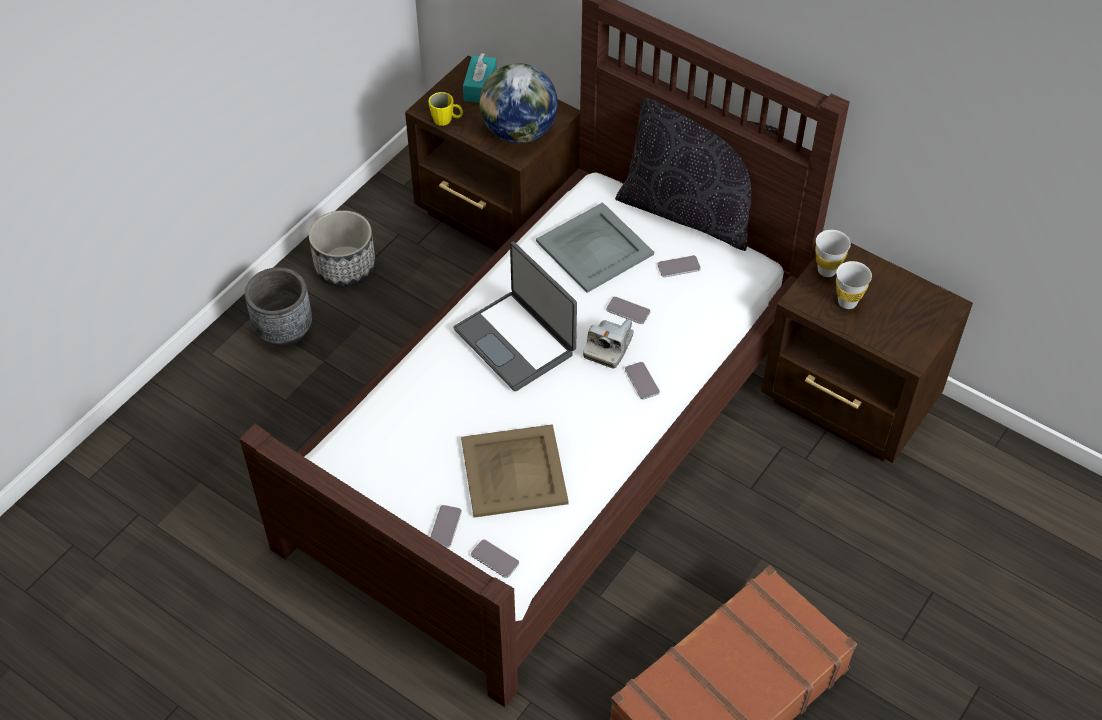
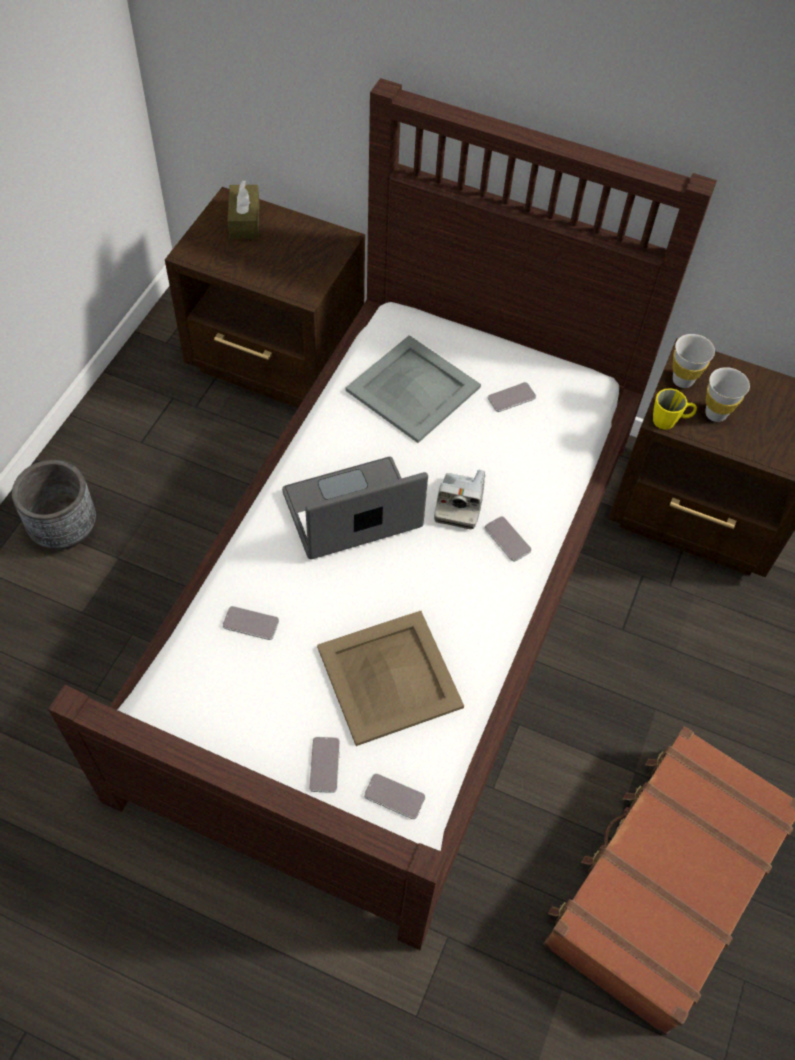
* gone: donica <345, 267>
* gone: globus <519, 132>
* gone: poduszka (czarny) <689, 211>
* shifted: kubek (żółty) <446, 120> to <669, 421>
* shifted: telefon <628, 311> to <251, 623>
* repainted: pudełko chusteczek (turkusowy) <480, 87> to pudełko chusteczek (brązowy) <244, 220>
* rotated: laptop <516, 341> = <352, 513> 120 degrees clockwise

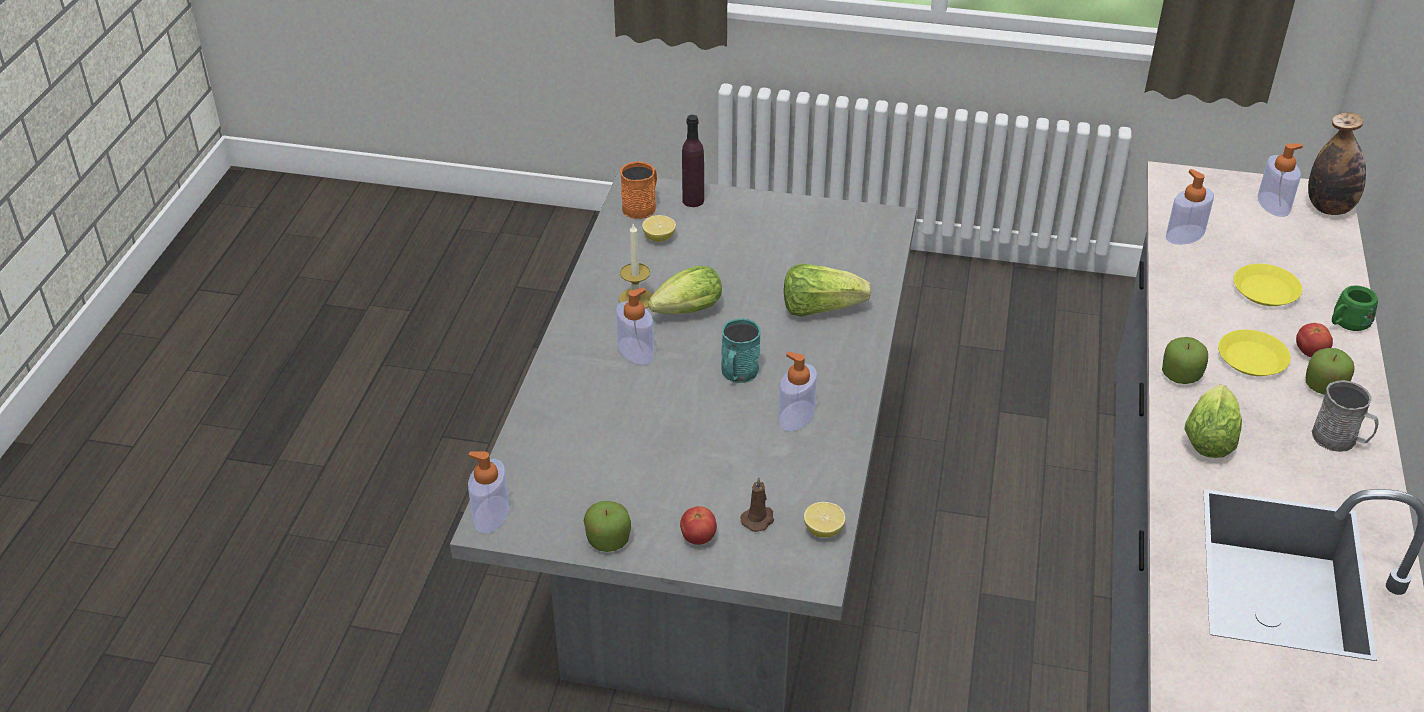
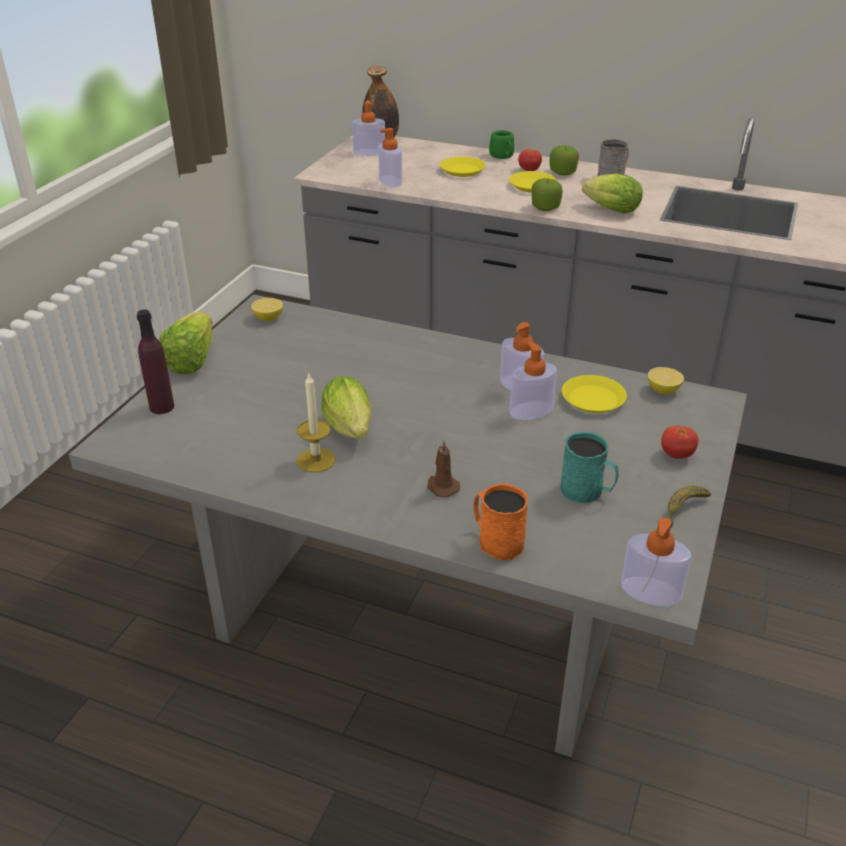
* new: talerz (żółty) <593, 399>
* shifted: dozownik mydła <635, 351> to <531, 411>
* shifted: kubek (pomarańczowy) <642, 206> to <496, 541>
* shifted: cytryna <659, 238> to <268, 318>
* shifted: kubek (turkusowy) <738, 374> to <587, 491>
* shifted: świeca (brązowy) <758, 519> to <442, 487>
* shifted: sałata <820, 308> to <191, 360>
* swapped: jabłko <608, 540> to banan <683, 509>

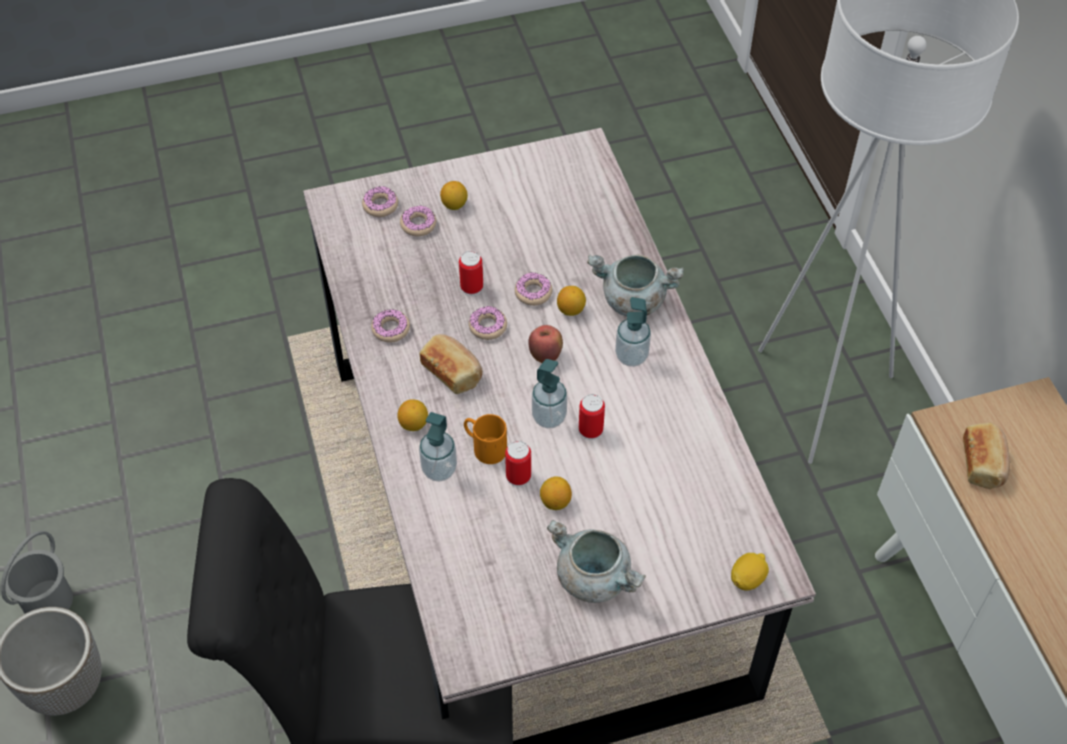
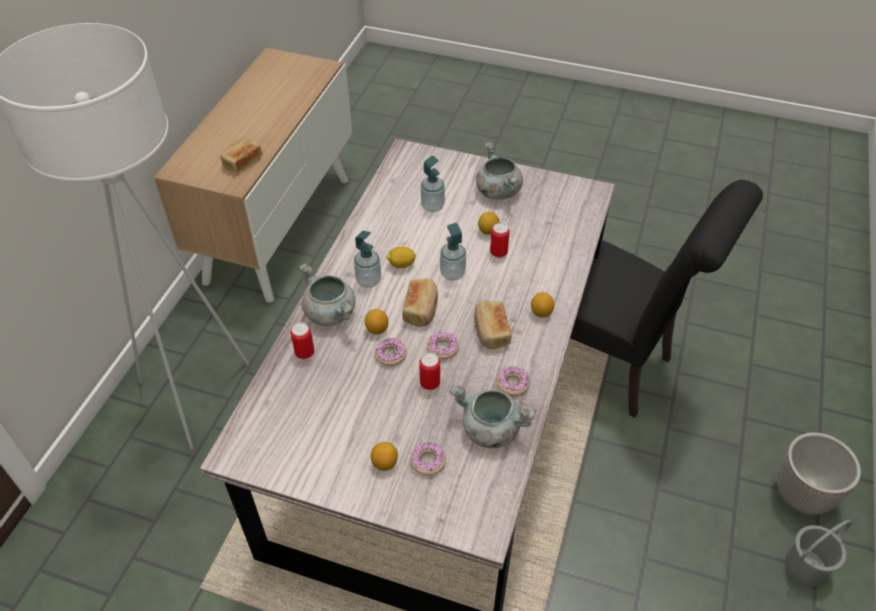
* gone: donut <380, 206>
* gone: kubek (pomarańczowy) <484, 447>
* new: garnek (szary) <489, 429>
* shifted: dozownik mydła <439, 469> to <432, 206>
* shifted: puszka <590, 430> to <304, 353>
* shifted: cytryna <747, 579> to <401, 264>
* swapped: jabłko <545, 355> to chleb <421, 309>

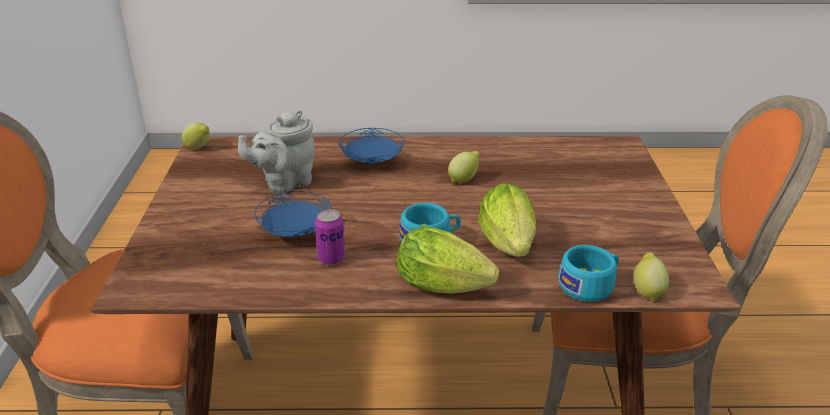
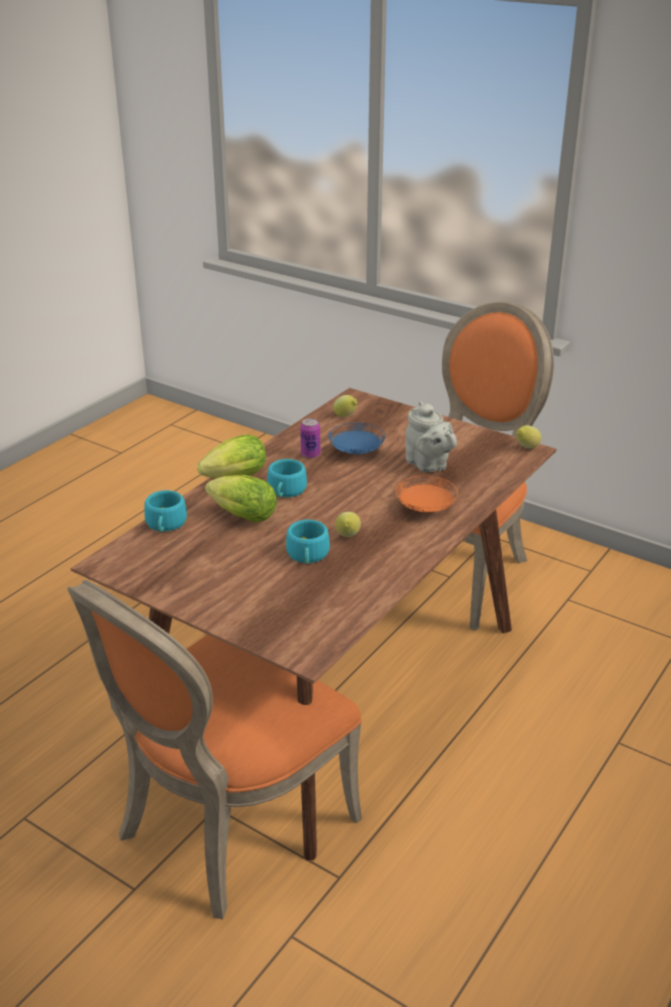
* new: filiżanka (turkusowy) <307, 556>
* shifted: cytryna <647, 291> to <345, 416>
* repainted: talerz (niebieski) <372, 161> to talerz (pomarańczowy) <425, 508>
* rotated: imbryk (szary) <284, 183> = <428, 465> 150 degrees clockwise

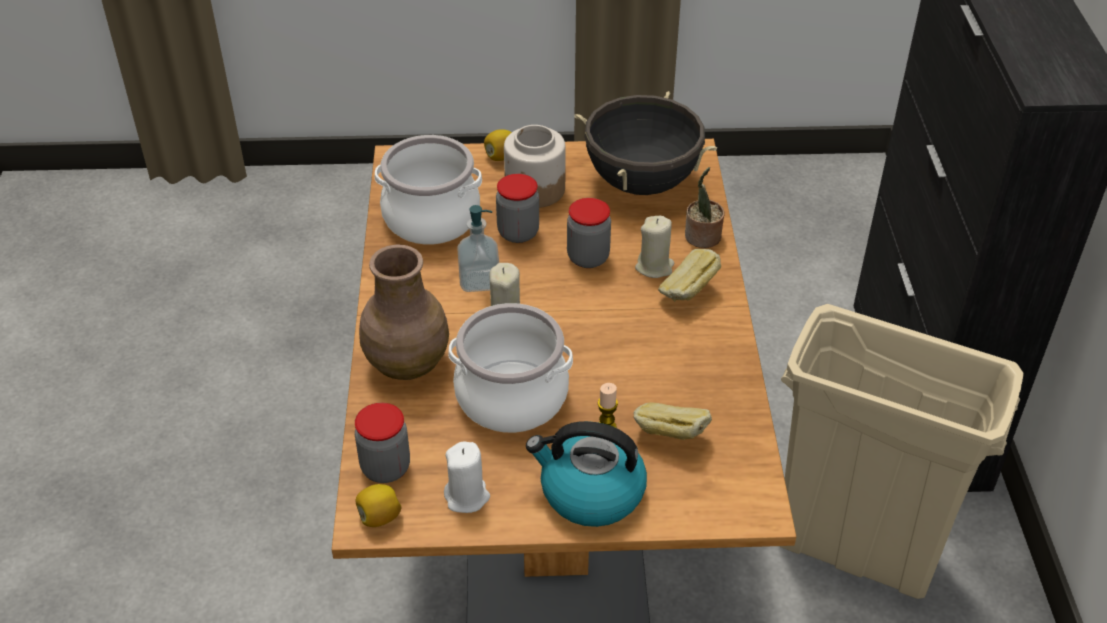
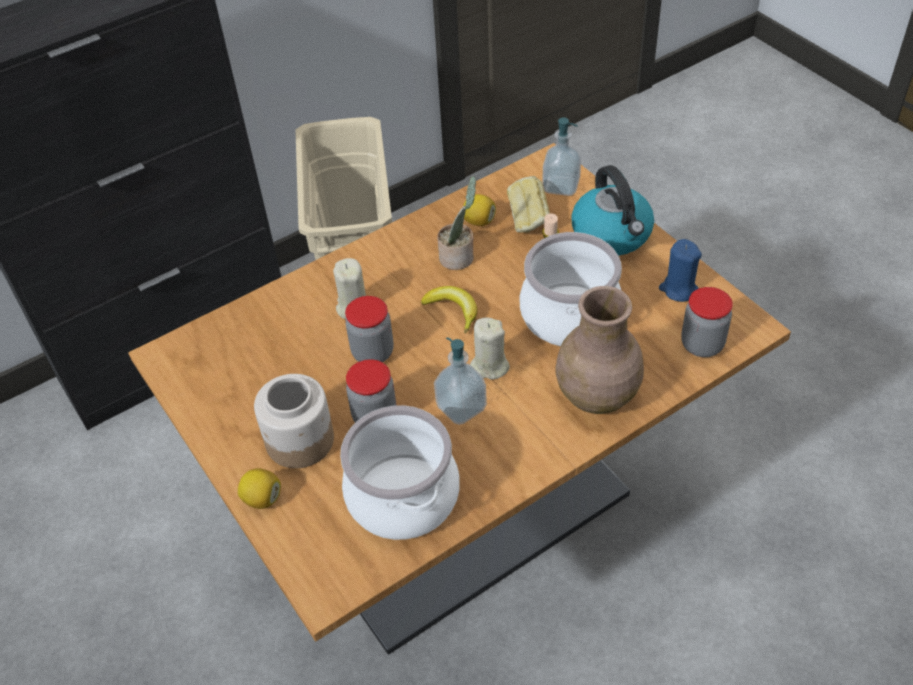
* gone: garnek (czarny) <641, 182>
* gone: chleb <688, 293>
* new: banan <453, 310>
* new: dozownik mydła <561, 186>
* shifted: cytryna <379, 517> to <479, 221>
* shifted: roślina doniczkowa <702, 238> to <459, 257>
* repainted: świeca (biały) <467, 497> to świeca (niebieski) <678, 289>

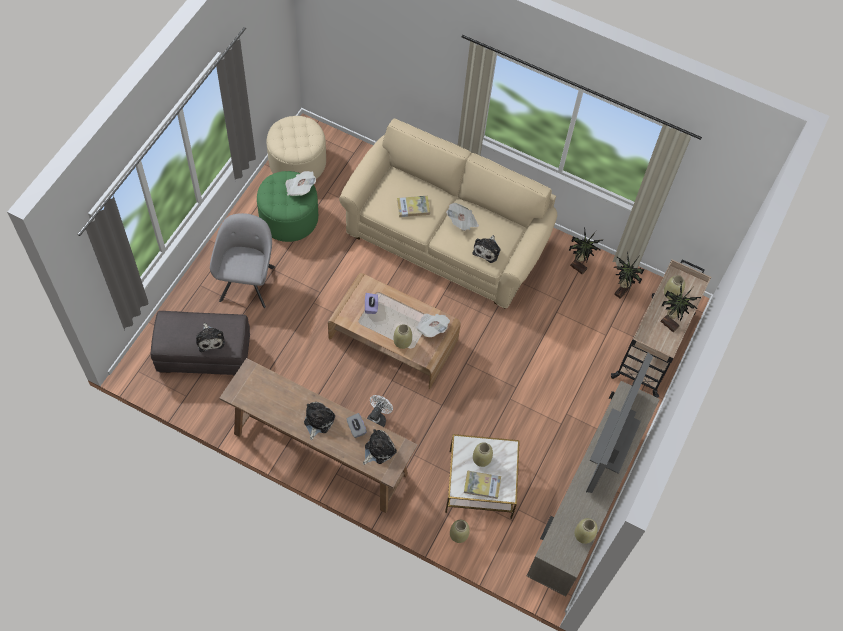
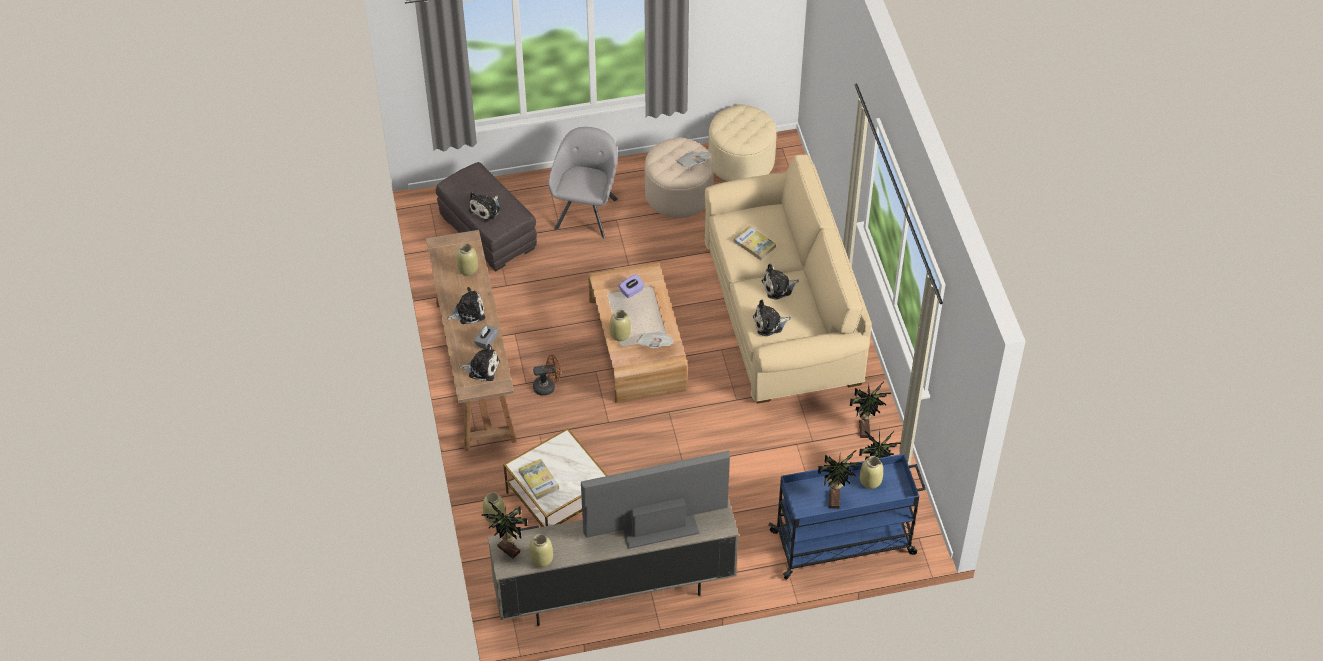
* new: roślina doniczkowa <508, 551>
* shifted: wazon (beżowy) <481, 459> to <468, 269>
* swapped: gazeta <462, 222> to pluszak <778, 287>
* repainted: pufa (zielony) <289, 218> to pufa (beżowy) <678, 194>
* repainted: wentylator (biały) <377, 419> to wentylator (brązowy) <548, 386>
* repainted: wózek (beżowy) <654, 345> to wózek (niebieski) <844, 542>
* rotated: fotel (szary) <247, 281> = <587, 211> 45 degrees counterclockwise

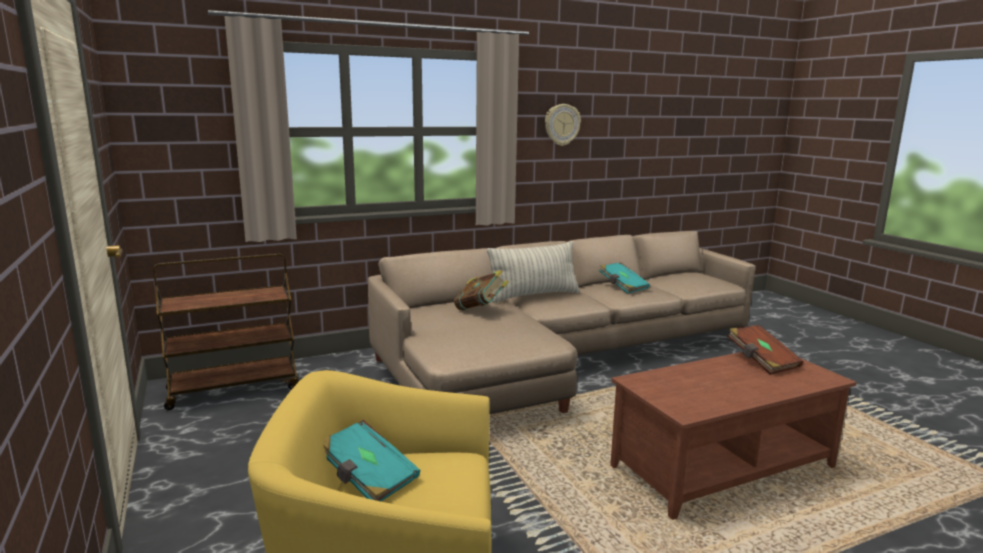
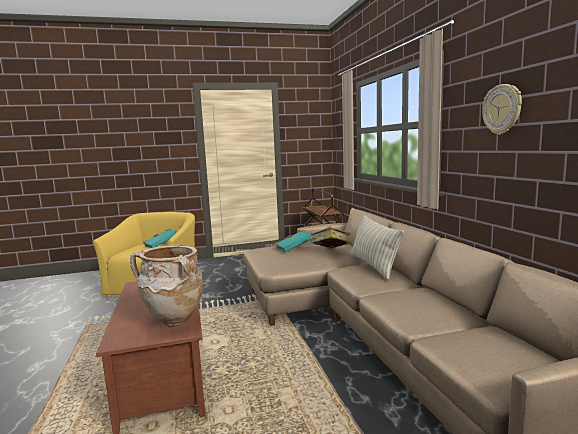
* shifted: książka (turkusowy) <622, 286> to <294, 248>
* swapped: książka (brązowy) <761, 361> to wazon (beżowy) <174, 321>

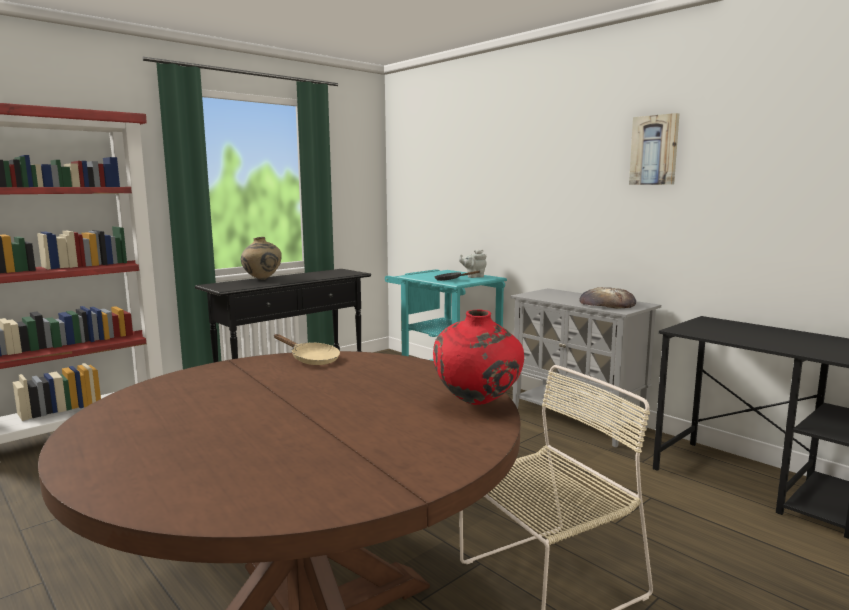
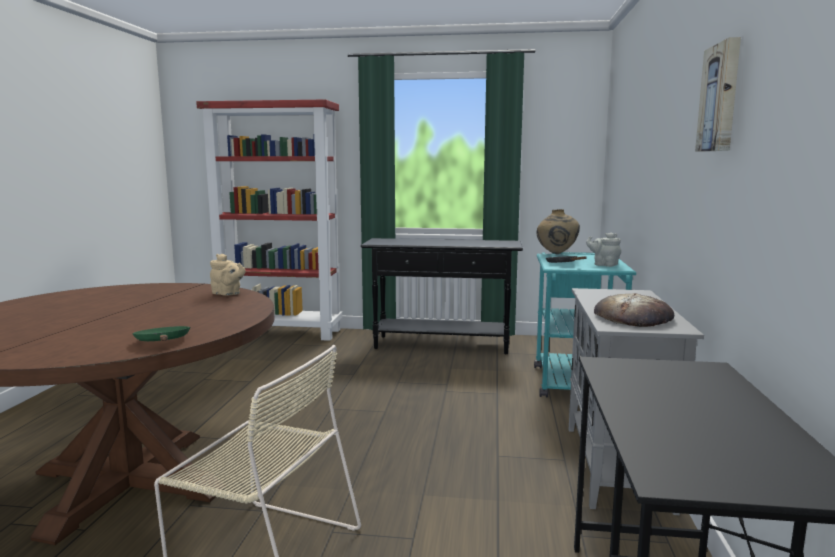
* shifted: wazon (beżowy) <262, 279> to <556, 254>
* swapped: patelnia (beżowy) <311, 359> to imbryk (beżowy) <228, 294>
* swapped: wazon (czerwony) <477, 404> to patelnia (zielony) <163, 342>

